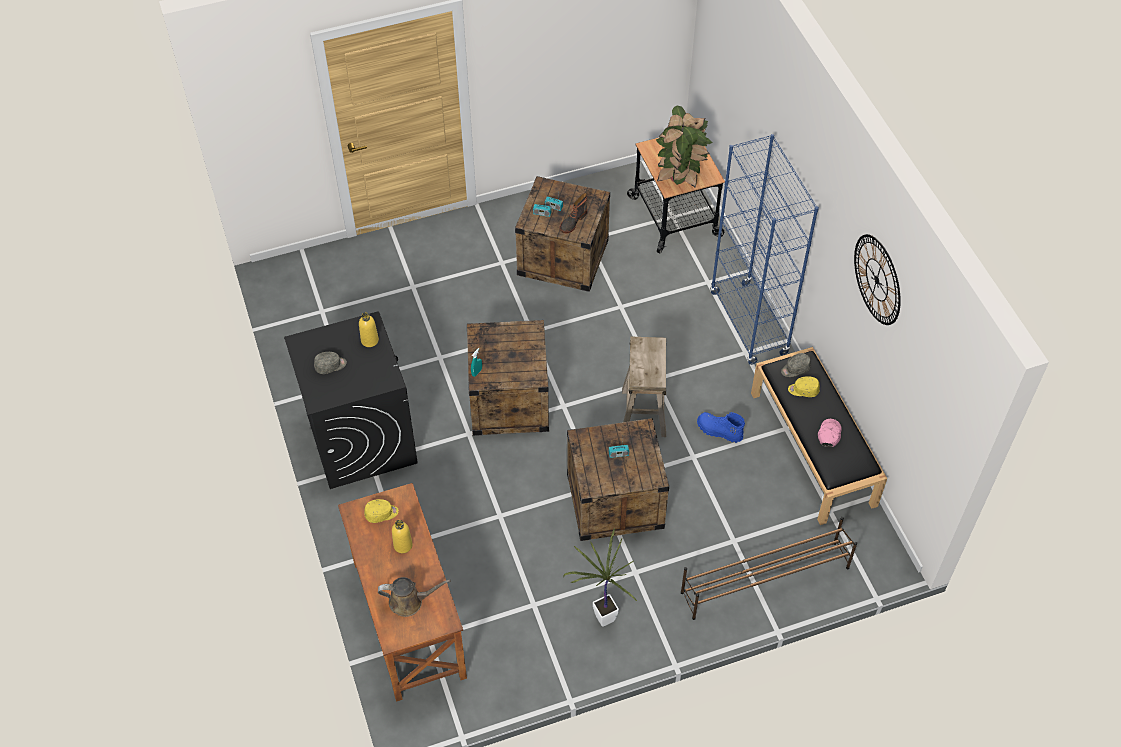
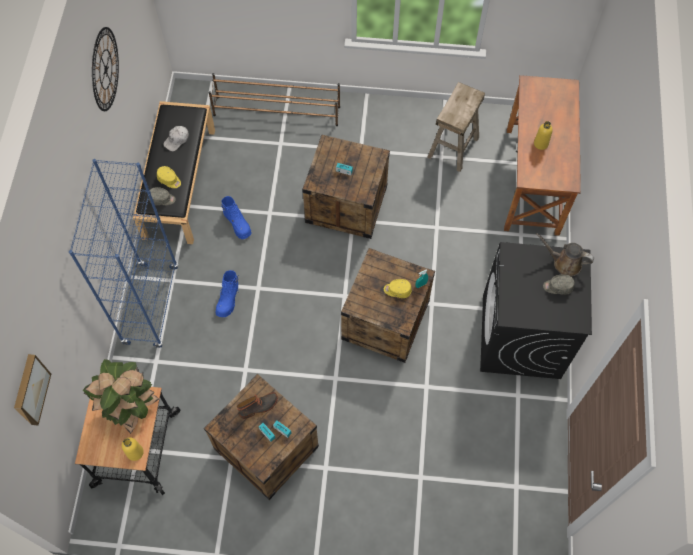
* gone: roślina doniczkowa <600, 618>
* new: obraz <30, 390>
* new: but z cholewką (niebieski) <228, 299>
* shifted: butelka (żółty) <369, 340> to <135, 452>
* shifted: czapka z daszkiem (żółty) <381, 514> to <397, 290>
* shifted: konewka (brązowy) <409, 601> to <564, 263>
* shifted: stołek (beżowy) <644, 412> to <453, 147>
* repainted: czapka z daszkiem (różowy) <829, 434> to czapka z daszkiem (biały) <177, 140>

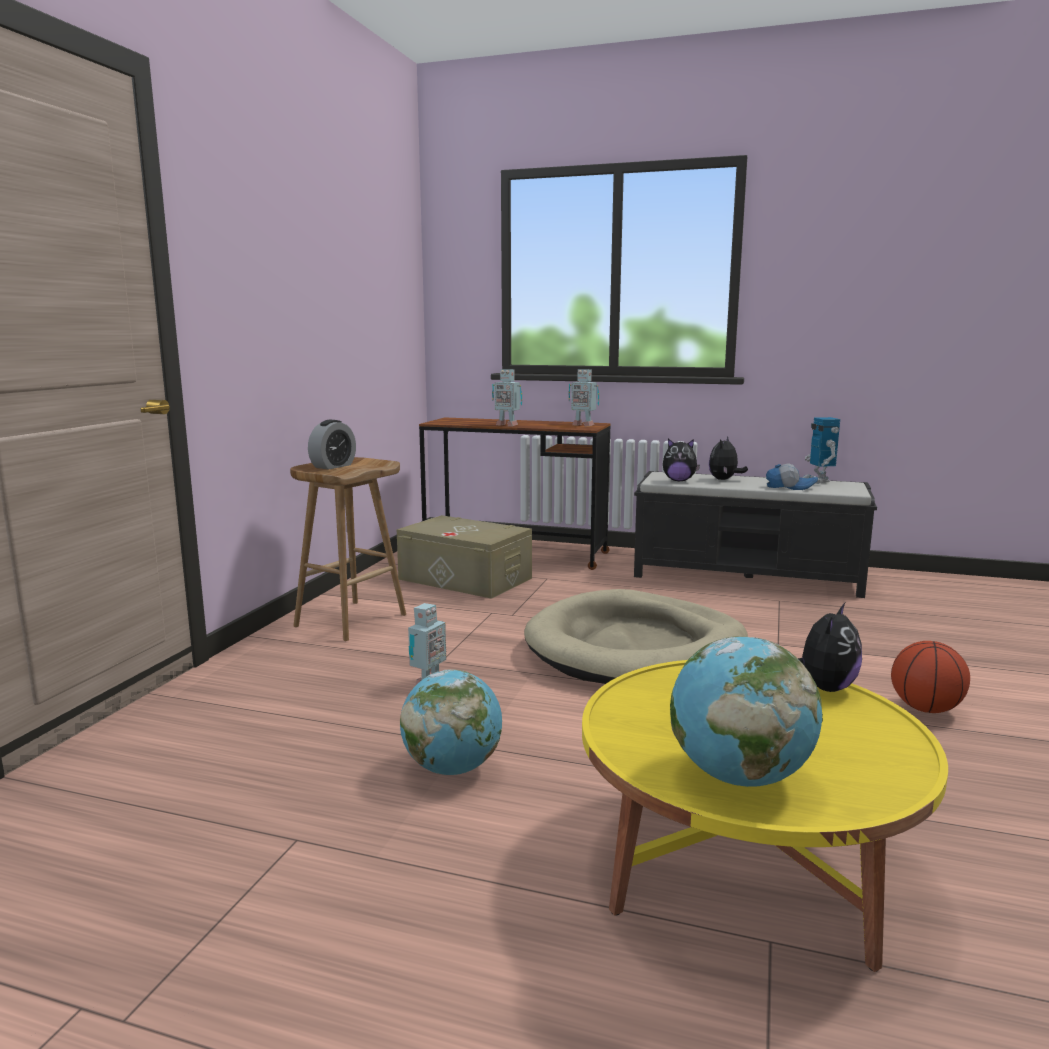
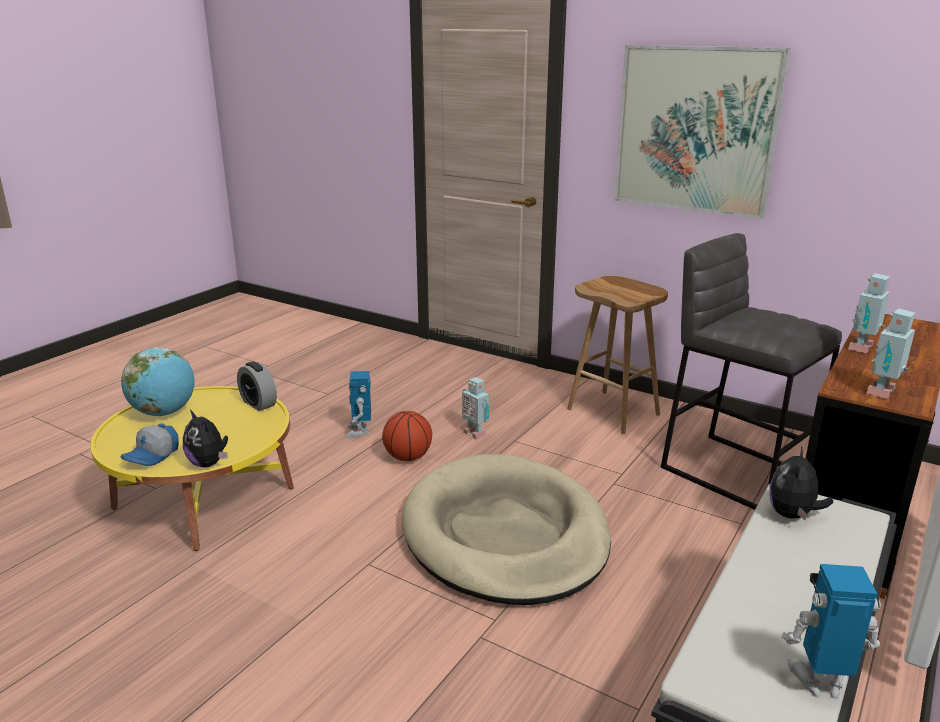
* gone: pluszak <724, 480>
* new: obraz <695, 130>
* shifted: budzik <333, 466> to <258, 403>
* shifted: czapka z daszkiem <790, 487> to <153, 455>
* shifted: piłka do koszykówki <926, 709> to <407, 457>
* swapped: pojemnik do przechowywania (beżowy) <465, 578> to stołek (szary) <735, 471>
* swapped: globus <452, 768> to robot zabawkowy <359, 431>

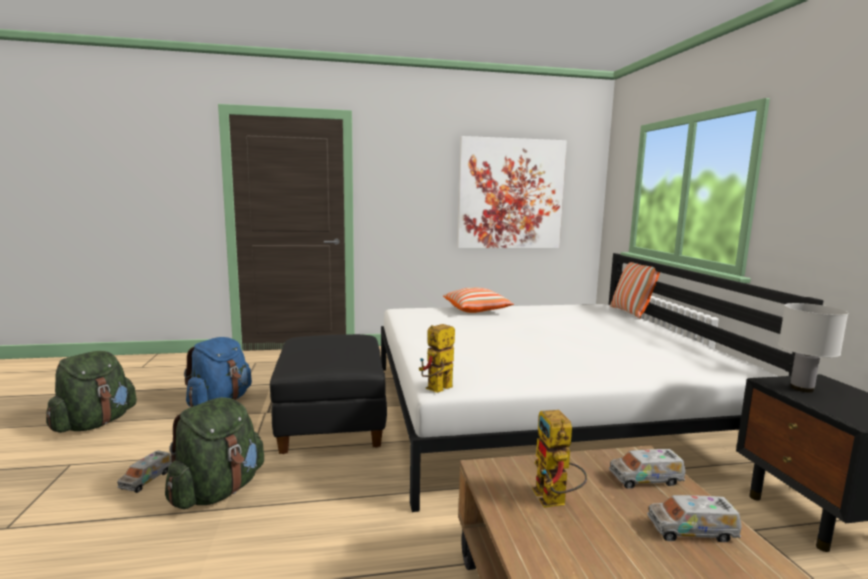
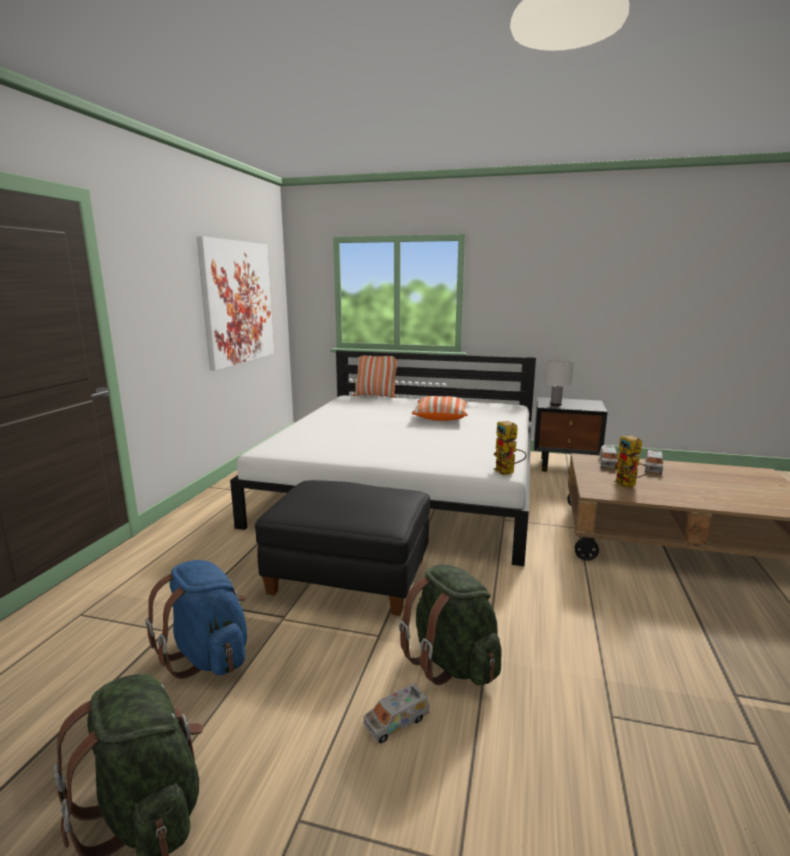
* shifted: poduszka <477, 310> to <440, 417>
* rotated: ciężarówka zabawkowa <147, 479> = <396, 721> 105 degrees clockwise
* rotated: robot zabawkowy <555, 501> = <629, 485> 60 degrees clockwise

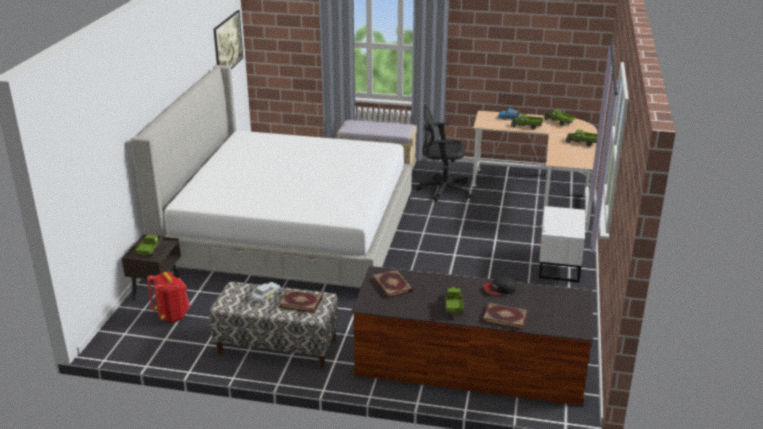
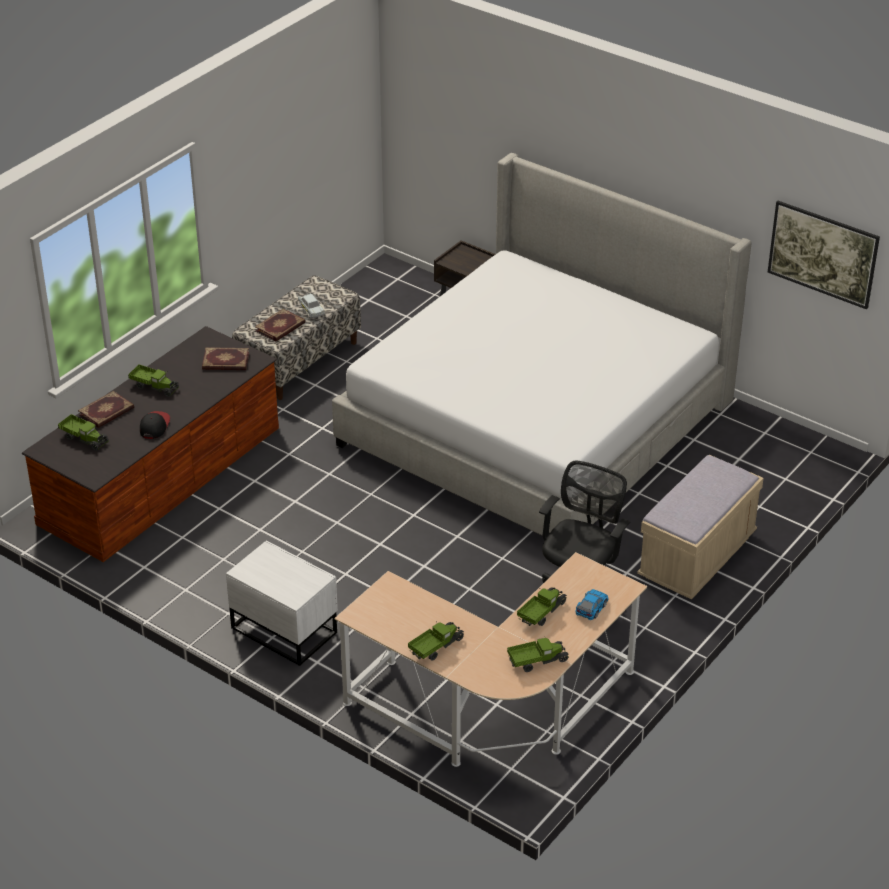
* gone: plecak (czerwony) <172, 316>
* shifted: ciężarówka zabawkowa <150, 250> to <84, 438>

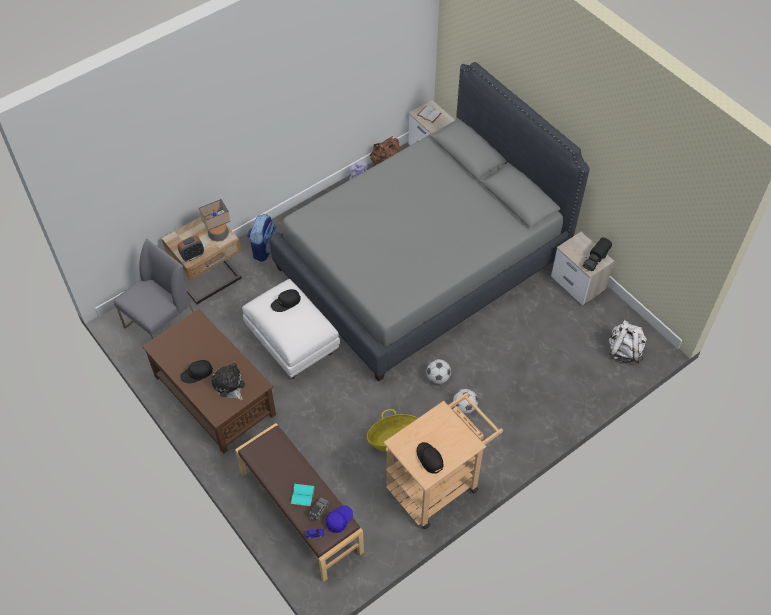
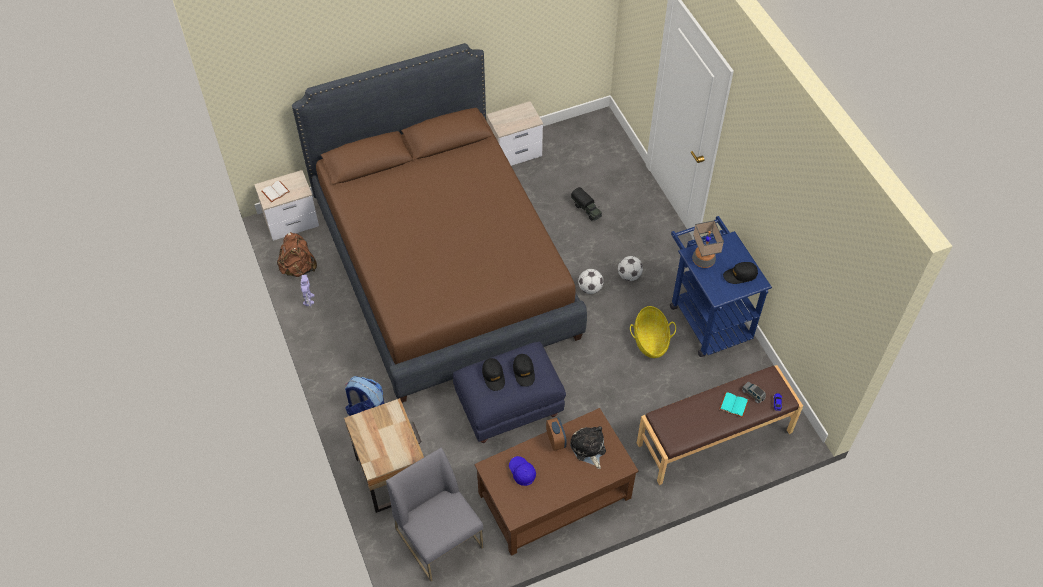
* gone: plecak (biały) <624, 351>
* shifted: budzik <192, 255> to <556, 440>
* shifted: czapka z daszkiem (czarny) <197, 373> to <524, 372>
* shifted: lampa stołowa <218, 234> to <703, 259>
* shifted: czapka z daszkiem (niebieski) <339, 520> to <522, 472>
* shifted: ciężarówka zabawkowa <595, 260> to <586, 209>
* repainted: pufa (biały) <293, 343> to pufa (niebieski) <510, 406>
* repainted: łóżko (szary) <422, 263> to łóżko (brązowy) <444, 268>
* repainted: wózek (beżowy) <438, 483> to wózek (niebieski) <706, 316>
* rotated: pluszak <229, 385> = <588, 449> 90 degrees clockwise

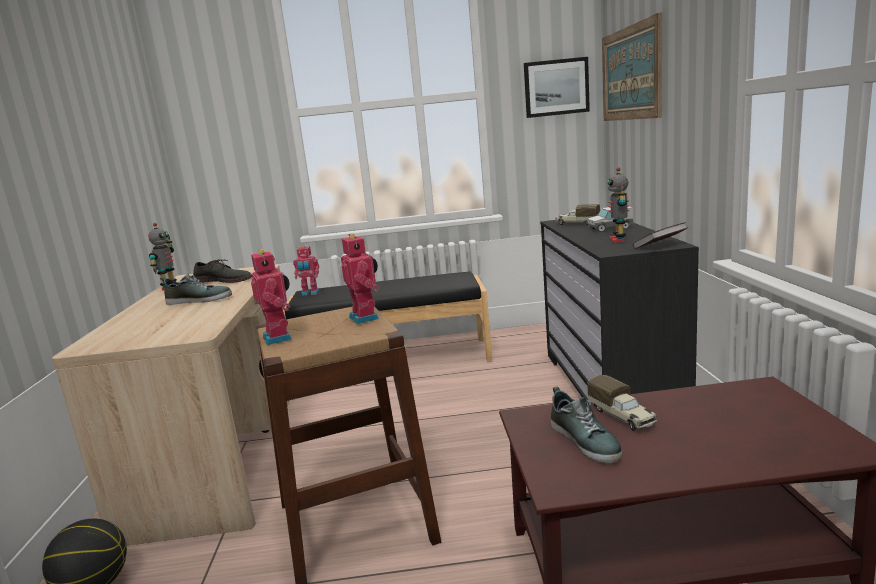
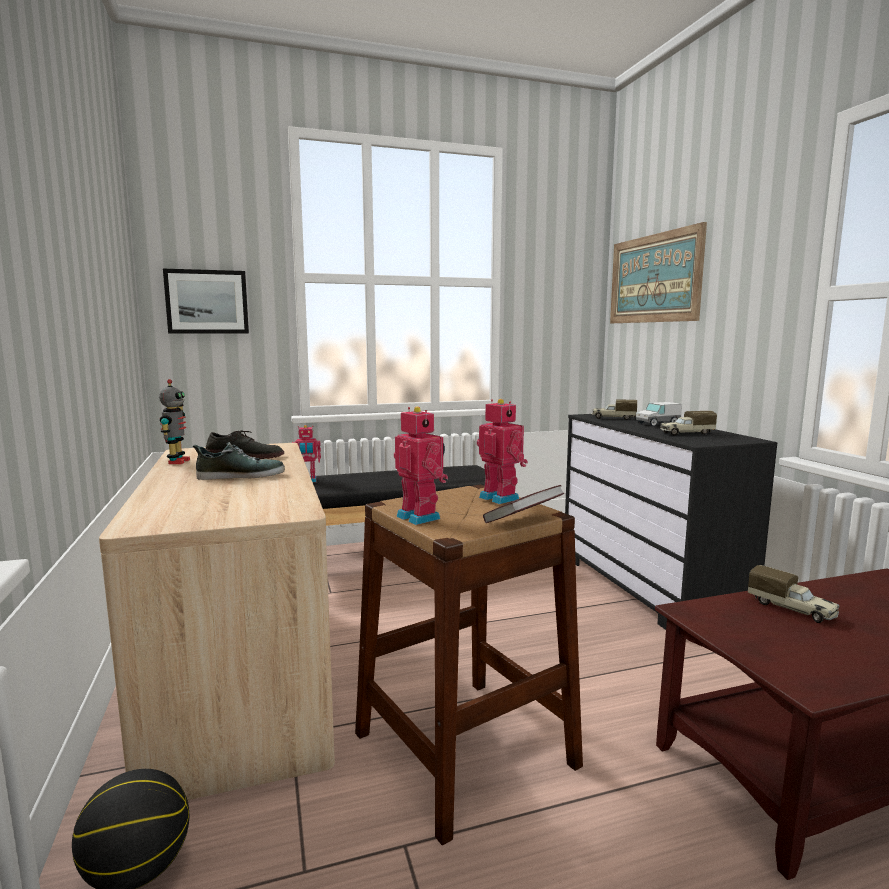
* gone: but <585, 440>
* shifted: obraz <556, 87> to <207, 302>
* shifted: książka <659, 246> to <523, 520>
* swapped: robot zabawkowy <618, 240> to ciężarówka zabawkowa <686, 433>

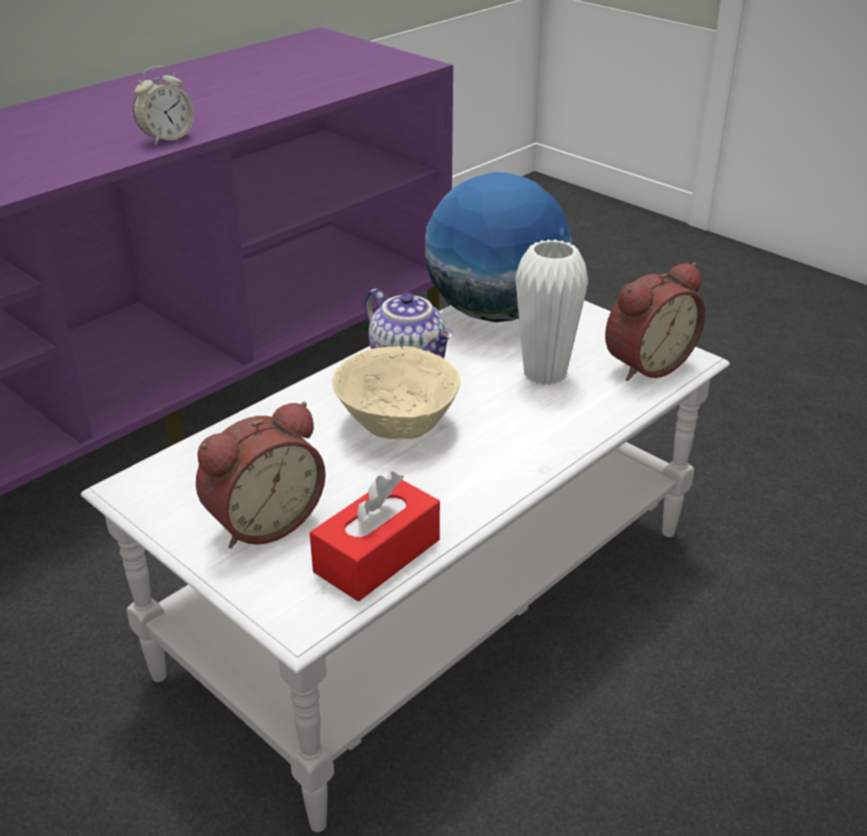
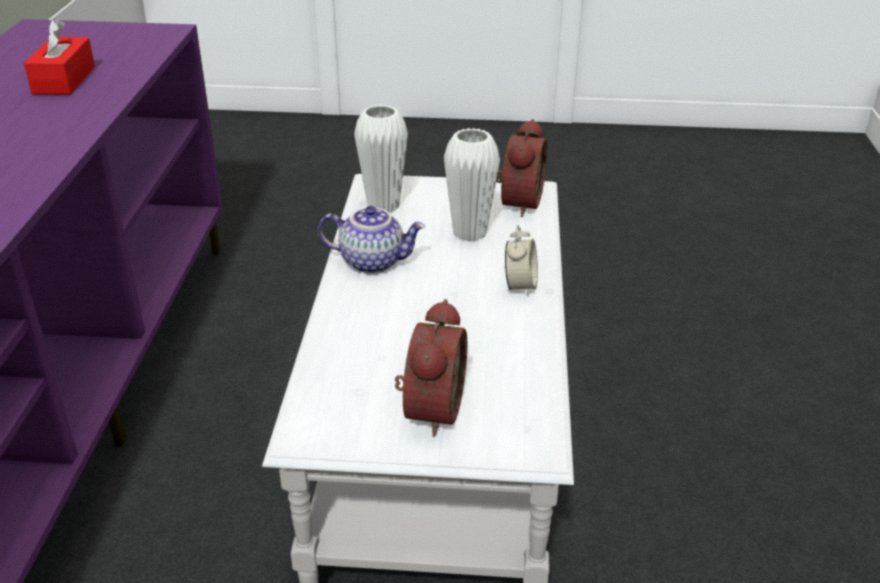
* gone: miska (beżowy) <397, 425>
* shifted: budzik <167, 138> to <520, 286>
* shifted: pudełko chusteczek (czerwony) <377, 556> to <64, 80>
* swapped: globus <495, 312> to wazon (biały) <383, 206>

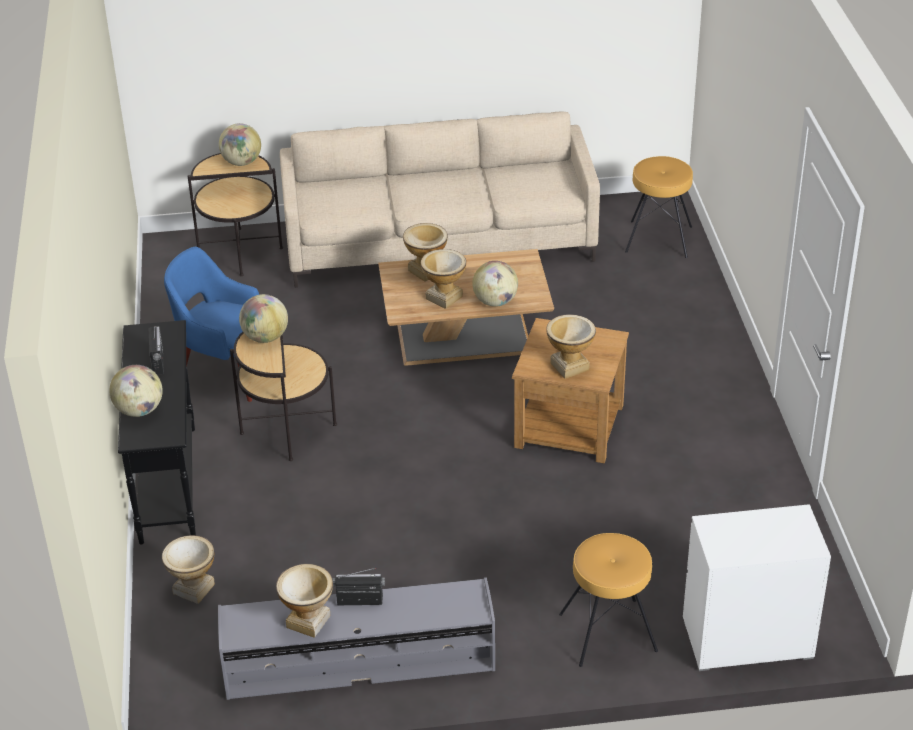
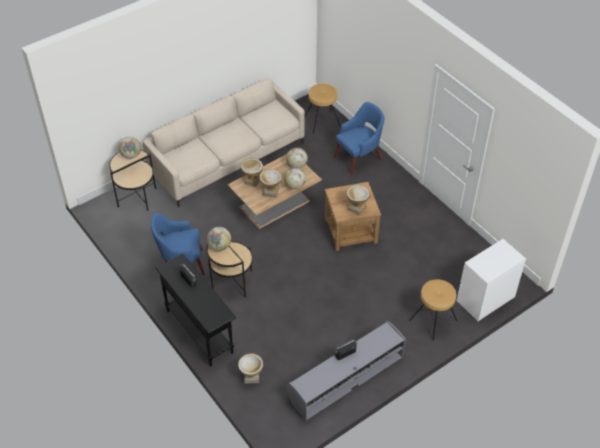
* gone: wazon <308, 622>
* new: fotel (niebieski) <359, 158>
* shifted: globus <139, 410> to <296, 166>

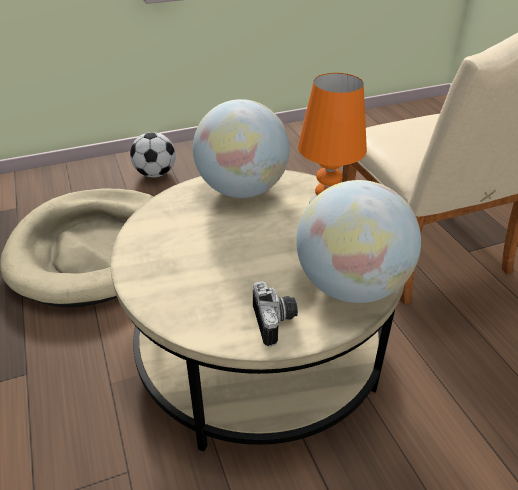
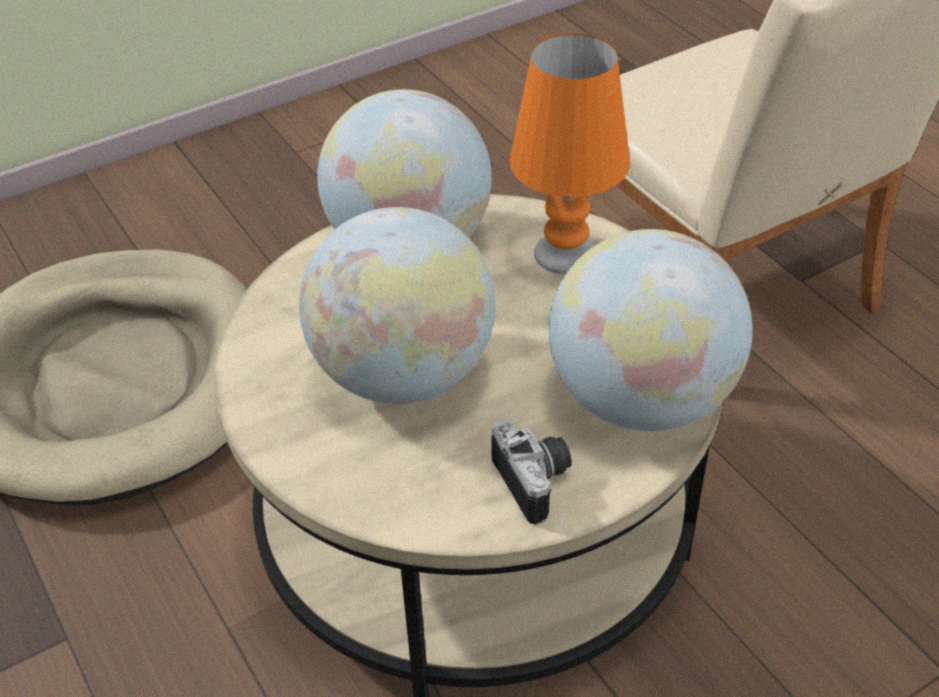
* gone: piłka futbolowa <155, 174>
* new: globus <403, 374>

